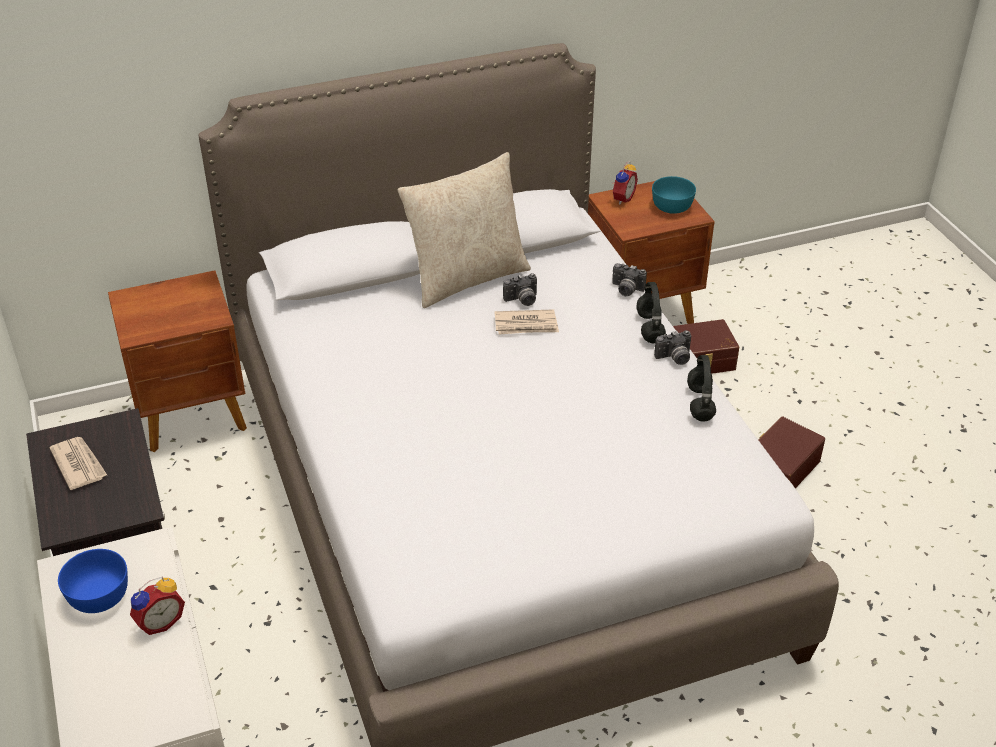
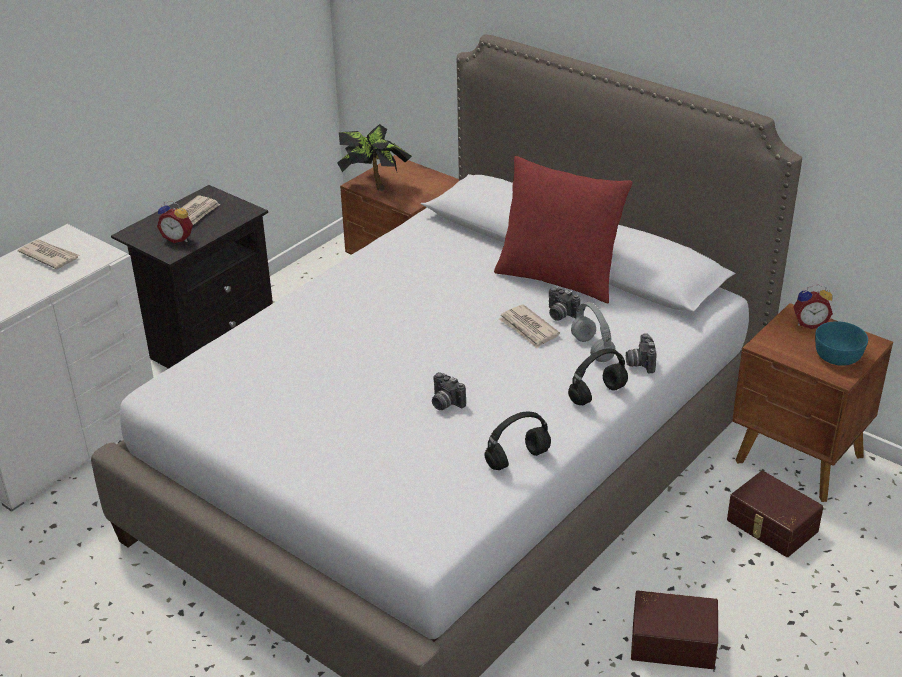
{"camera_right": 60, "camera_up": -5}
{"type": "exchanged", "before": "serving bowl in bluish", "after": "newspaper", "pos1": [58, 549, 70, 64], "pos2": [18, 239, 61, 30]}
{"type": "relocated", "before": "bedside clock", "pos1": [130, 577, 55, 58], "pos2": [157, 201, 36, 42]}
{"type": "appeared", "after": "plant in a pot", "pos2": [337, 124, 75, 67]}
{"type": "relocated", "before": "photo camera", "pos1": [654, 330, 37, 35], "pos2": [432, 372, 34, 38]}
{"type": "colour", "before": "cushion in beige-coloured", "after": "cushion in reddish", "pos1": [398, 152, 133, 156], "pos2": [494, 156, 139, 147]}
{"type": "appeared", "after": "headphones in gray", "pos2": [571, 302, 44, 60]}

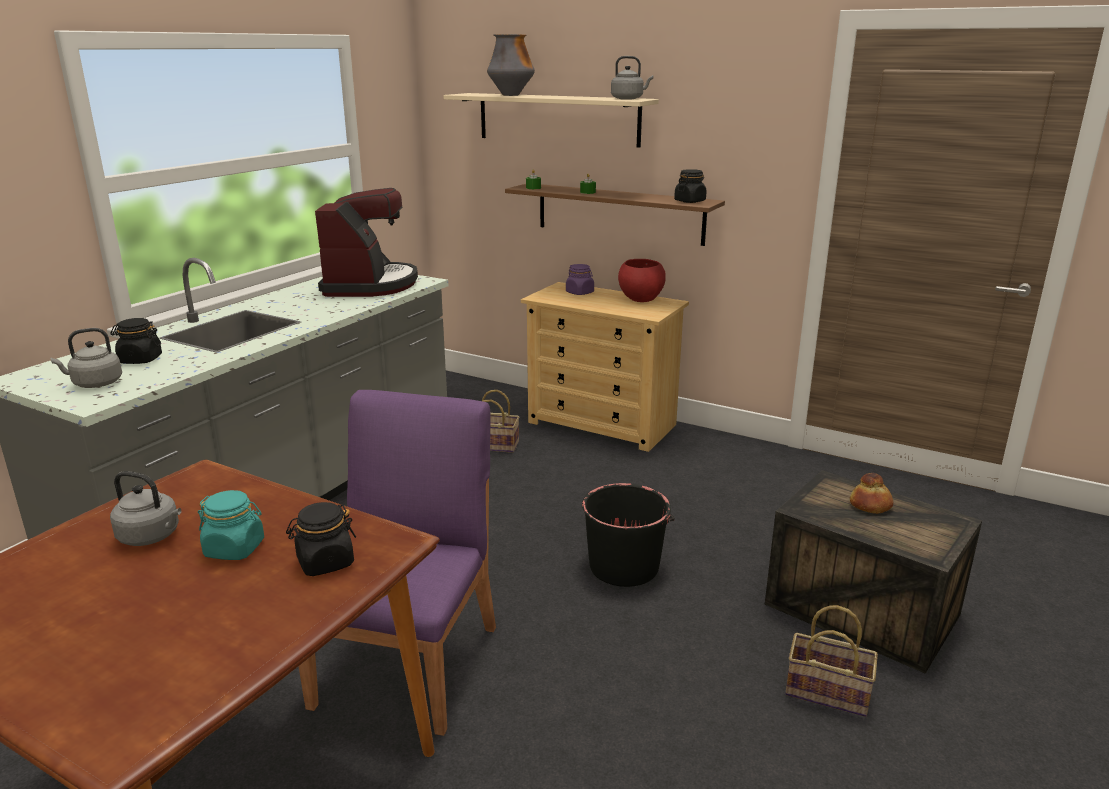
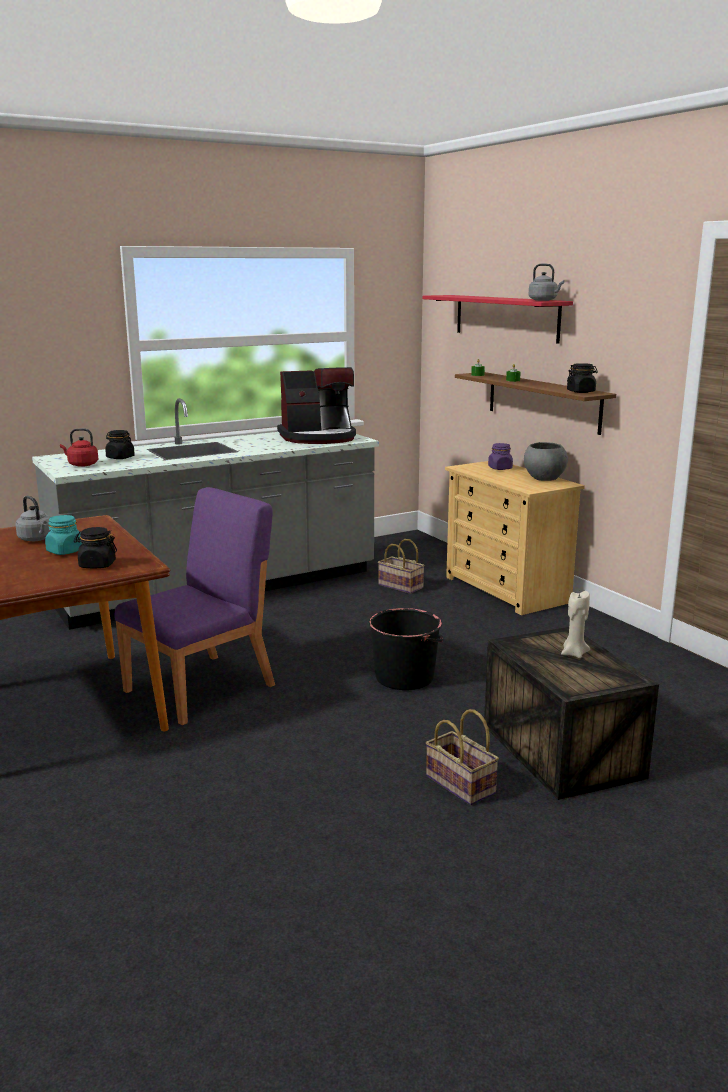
{"camera_right": 30, "camera_up": -5}
{"type": "colour", "before": "water kettle in gray", "after": "water kettle in reddish", "pos1": [50, 328, 72, 60], "pos2": [60, 428, 38, 39]}
{"type": "spun", "before": "coffee brewer", "pos1": [315, 188, 103, 109], "pos2": [277, 367, 79, 77], "turn": 45}
{"type": "colour", "before": "shelf in beige-coloured", "after": "shelf in reddish", "pos1": [443, 93, 216, 55], "pos2": [423, 295, 150, 49]}
{"type": "colour", "before": "serving bowl in reddish", "after": "serving bowl in gray", "pos1": [618, 259, 48, 43], "pos2": [524, 442, 44, 39]}
{"type": "exchanged", "before": "baked bread", "after": "wax light in beige-coloured", "pos1": [850, 473, 43, 41], "pos2": [561, 591, 29, 67]}
{"type": "missing", "before": "flower vase", "pos1": [487, 34, 48, 62]}

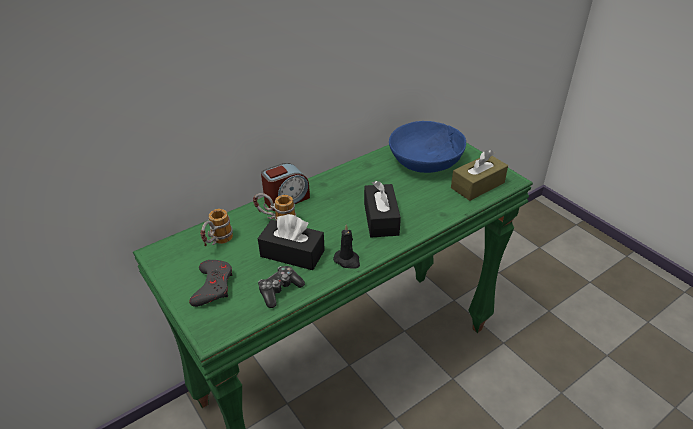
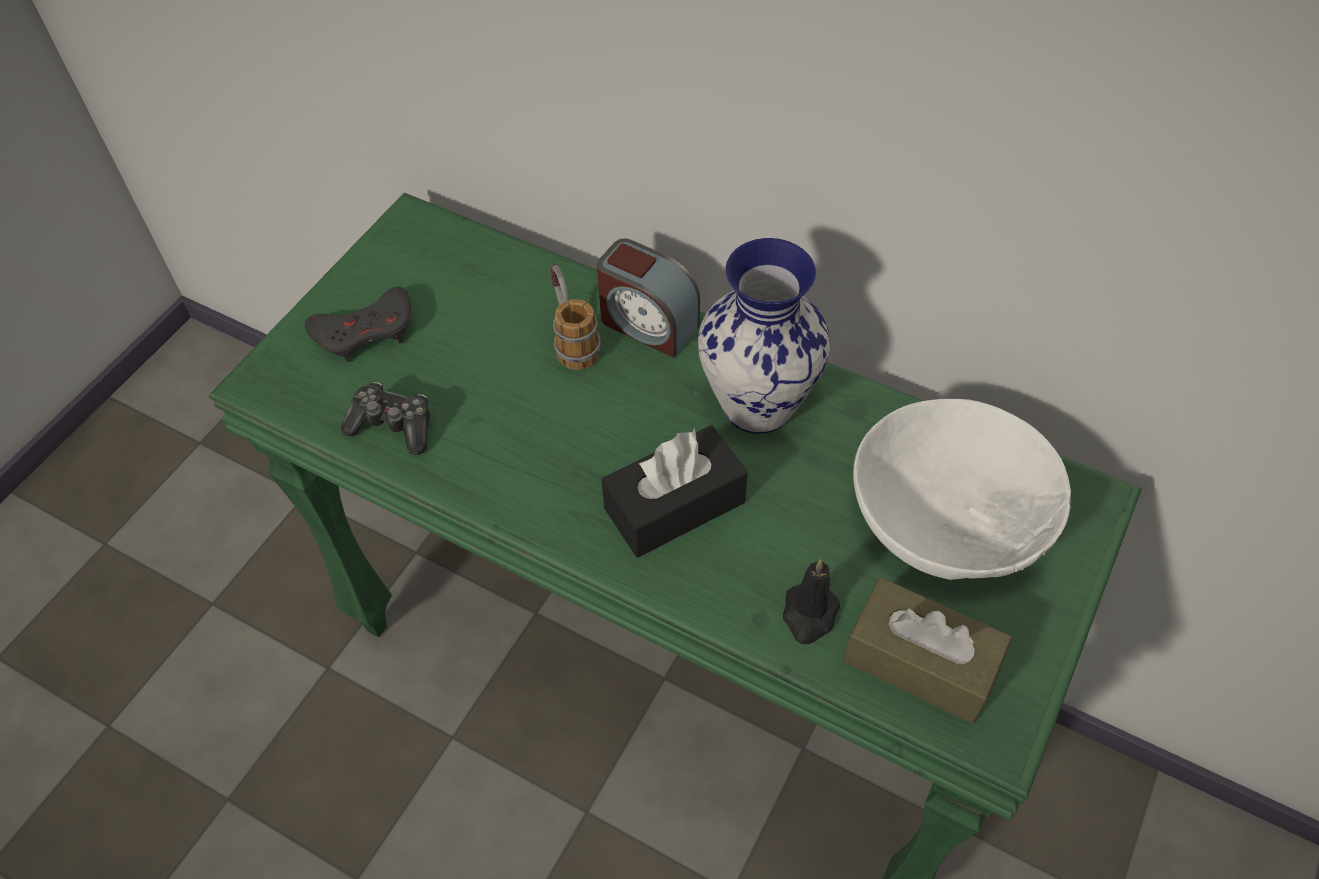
{"camera_right": 65, "camera_up": 15}
{"type": "appeared", "after": "flower vase", "pos2": [698, 238, 132, 196]}
{"type": "relocated", "before": "wax light in black-coloured", "pos1": [333, 224, 27, 45], "pos2": [783, 558, 57, 86]}
{"type": "colour", "before": "serving bowl in bluish", "after": "serving bowl in whitish", "pos1": [389, 121, 77, 52], "pos2": [853, 399, 218, 181]}
{"type": "missing", "before": "tea mug", "pos1": [200, 209, 33, 37]}
{"type": "missing", "before": "tissue holder in black-coloured", "pos1": [258, 214, 67, 56]}

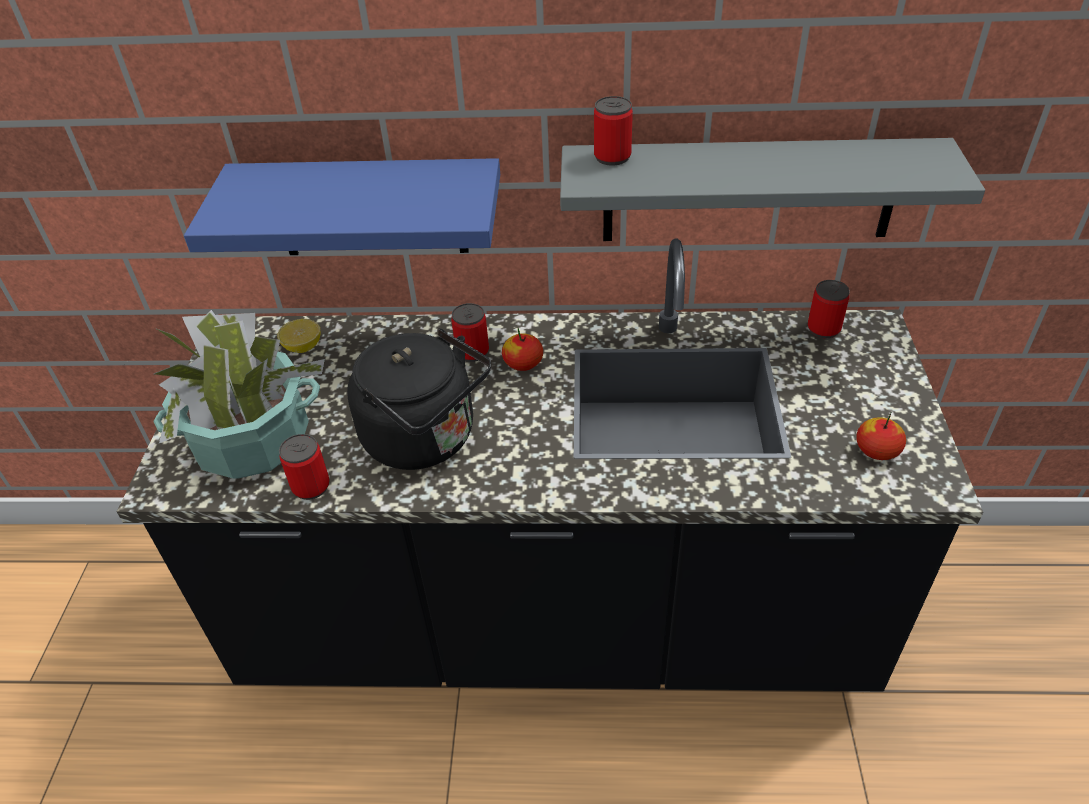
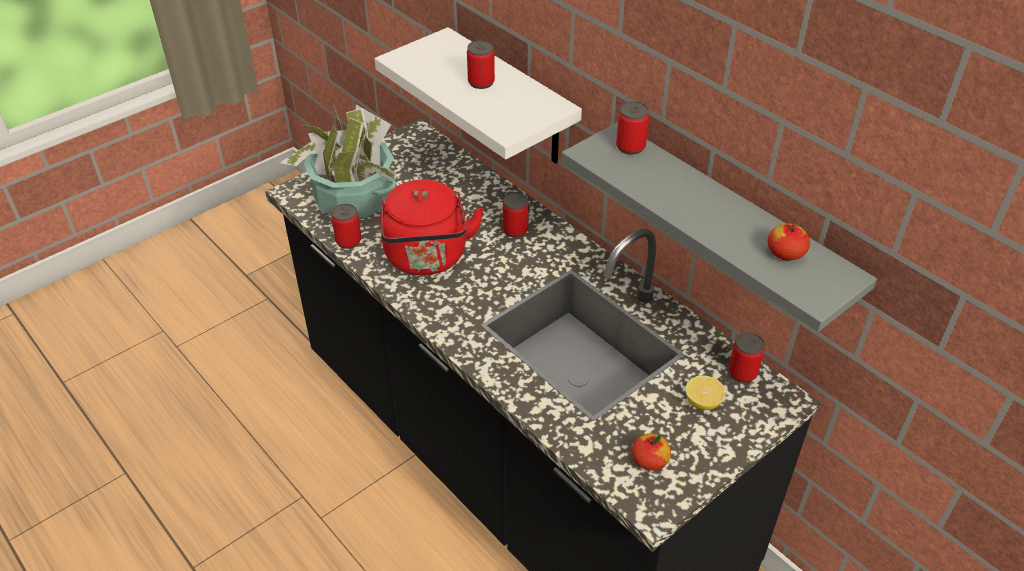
{"camera_right": 45, "camera_up": 0}
{"type": "colour", "before": "shelf in bluish", "after": "shelf in whitish", "pos1": [184, 158, 316, 97], "pos2": [375, 27, 207, 137]}
{"type": "colour", "before": "water kettle in black-coloured", "after": "water kettle in reddish", "pos1": [347, 328, 144, 142], "pos2": [380, 179, 104, 96]}
{"type": "appeared", "after": "can", "pos2": [467, 40, 28, 49]}
{"type": "relocated", "before": "whole lemon", "pos1": [277, 319, 44, 34], "pos2": [686, 376, 40, 34]}
{"type": "relocated", "before": "apple fruit", "pos1": [502, 328, 41, 43], "pos2": [767, 218, 43, 42]}

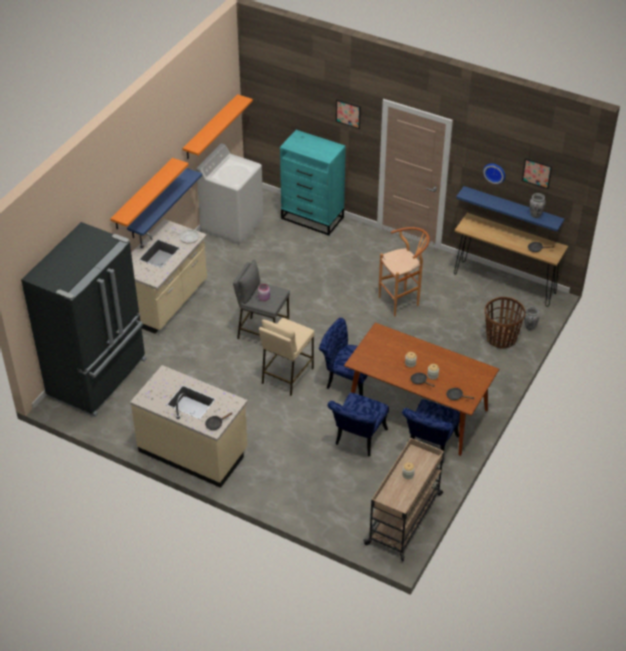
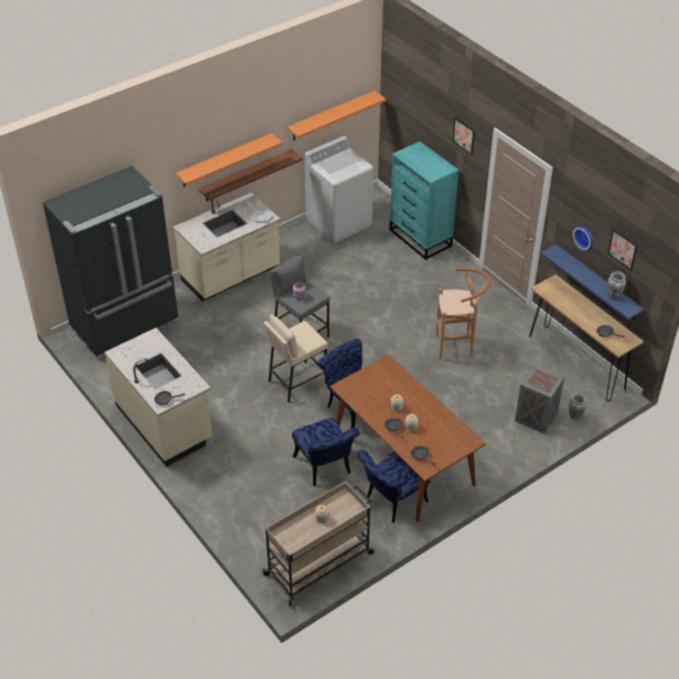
{"camera_right": 25, "camera_up": 0}
{"type": "colour", "before": "shelf in bluish", "after": "shelf in brownish", "pos1": [127, 168, 75, 70], "pos2": [199, 149, 103, 52]}
{"type": "spun", "before": "plain chair in bluish", "pos1": [328, 393, 61, 63], "pos2": [292, 418, 67, 68], "turn": -75}
{"type": "exchanged", "before": "storage basket", "after": "crate", "pos1": [485, 297, 41, 52], "pos2": [515, 364, 50, 70]}

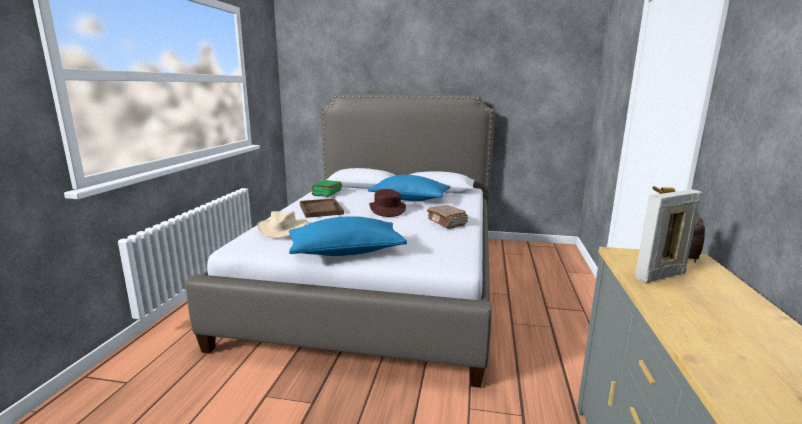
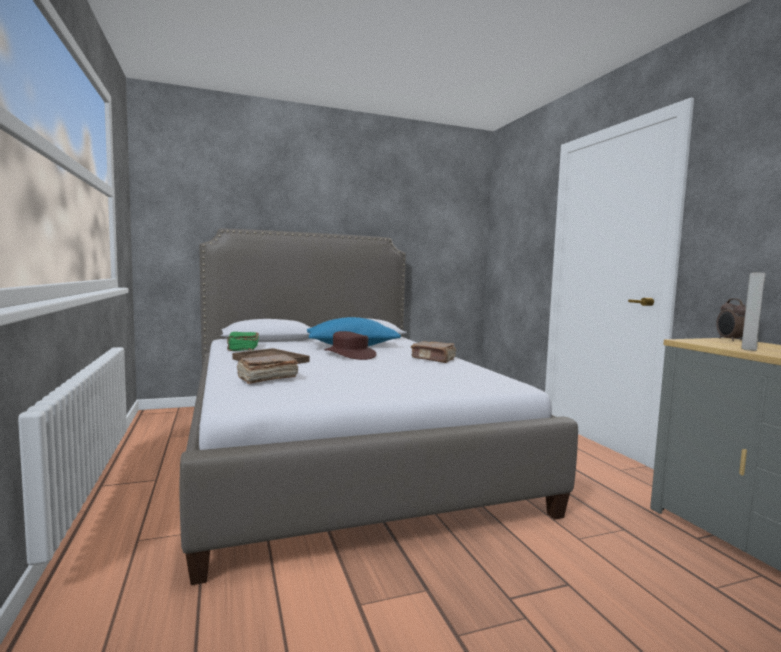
{"camera_right": -30, "camera_up": -10}
{"type": "exchanged", "before": "clothing hat in beige-coloured", "after": "volume in brownish", "pos1": [257, 211, 51, 27], "pos2": [236, 354, 62, 30]}
{"type": "missing", "before": "cushion in bluish", "pos1": [289, 216, 118, 40]}

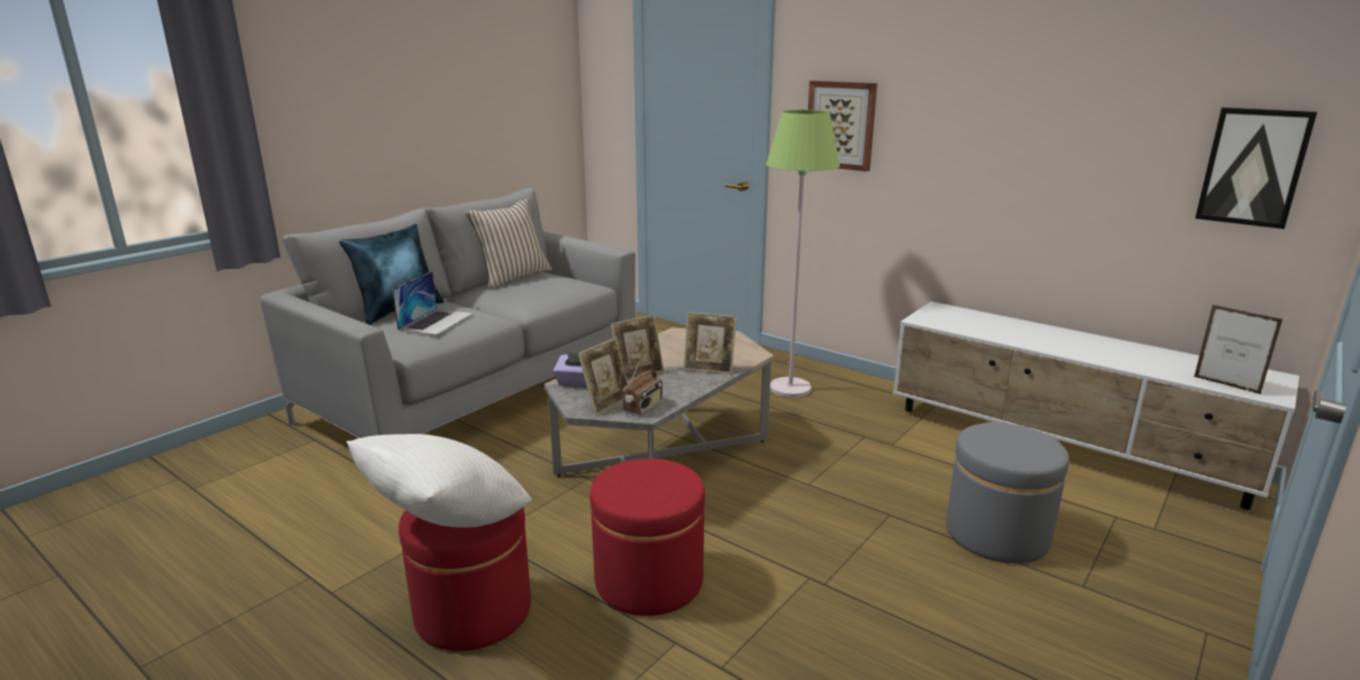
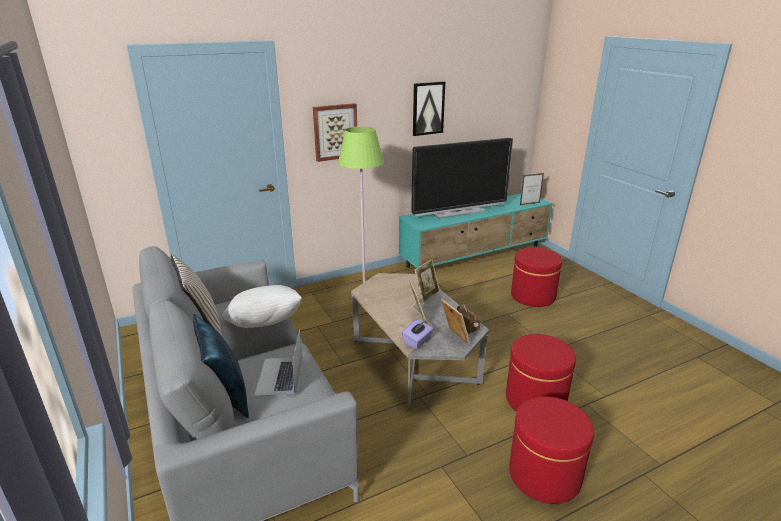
{"camera_right": -65, "camera_up": 5}
{"type": "relocated", "before": "cushion in whitish", "pos1": [347, 434, 185, 94], "pos2": [222, 285, 80, 43]}
{"type": "spun", "before": "portable computer", "pos1": [392, 272, 81, 63], "pos2": [254, 329, 48, 67], "turn": -135}
{"type": "colour", "before": "media console in whitish", "after": "media console in turquoise", "pos1": [893, 301, 406, 209], "pos2": [399, 193, 154, 75]}
{"type": "appeared", "after": "TV set", "pos2": [411, 138, 102, 80]}
{"type": "relocated", "before": "picture", "pos1": [1195, 107, 122, 122], "pos2": [413, 81, 32, 55]}
{"type": "colour", "before": "pouffe in gray", "after": "pouffe in reddish", "pos1": [946, 423, 123, 140], "pos2": [511, 247, 51, 60]}

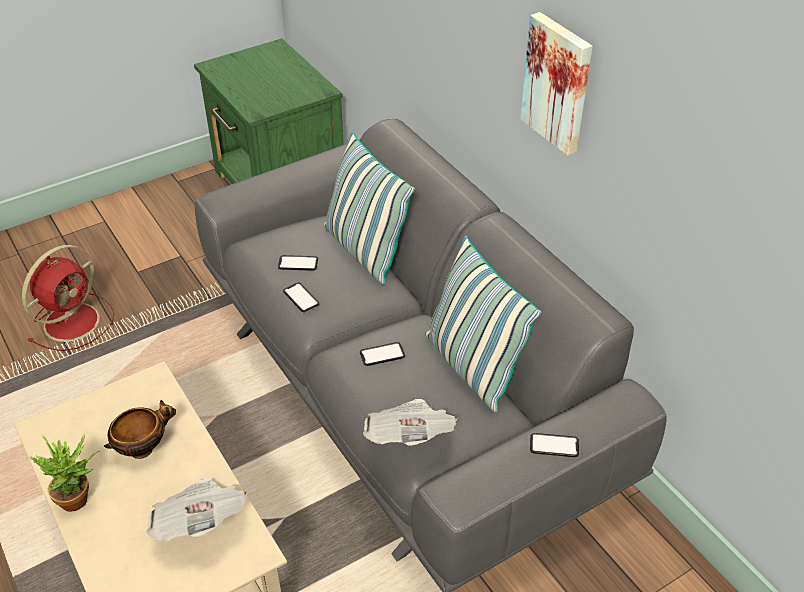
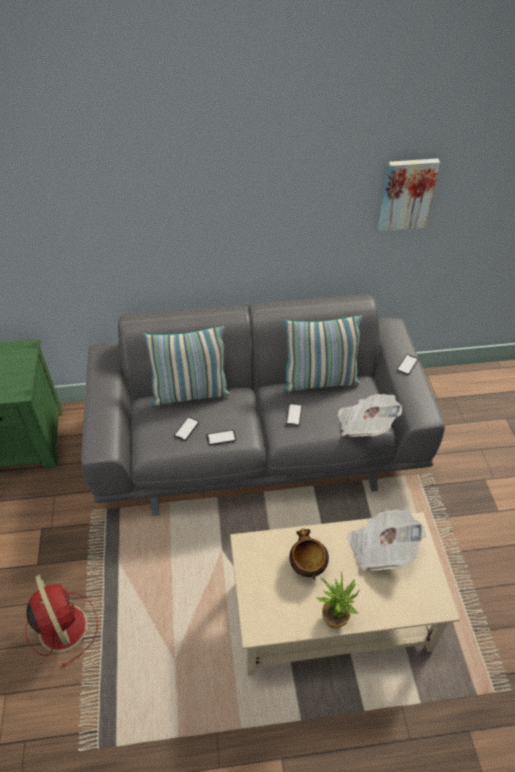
{"camera_right": -65, "camera_up": 5}
{"type": "relocated", "before": "picture", "pos1": [520, 12, 73, 144], "pos2": [378, 158, 62, 73]}

